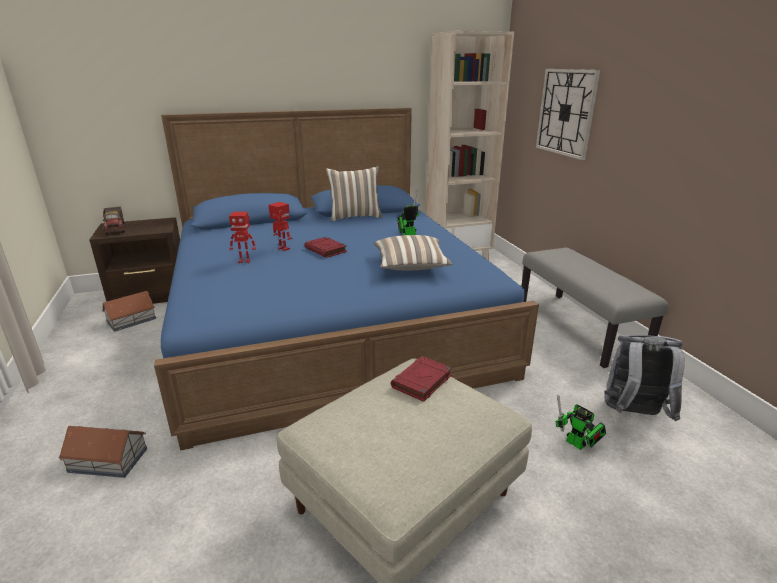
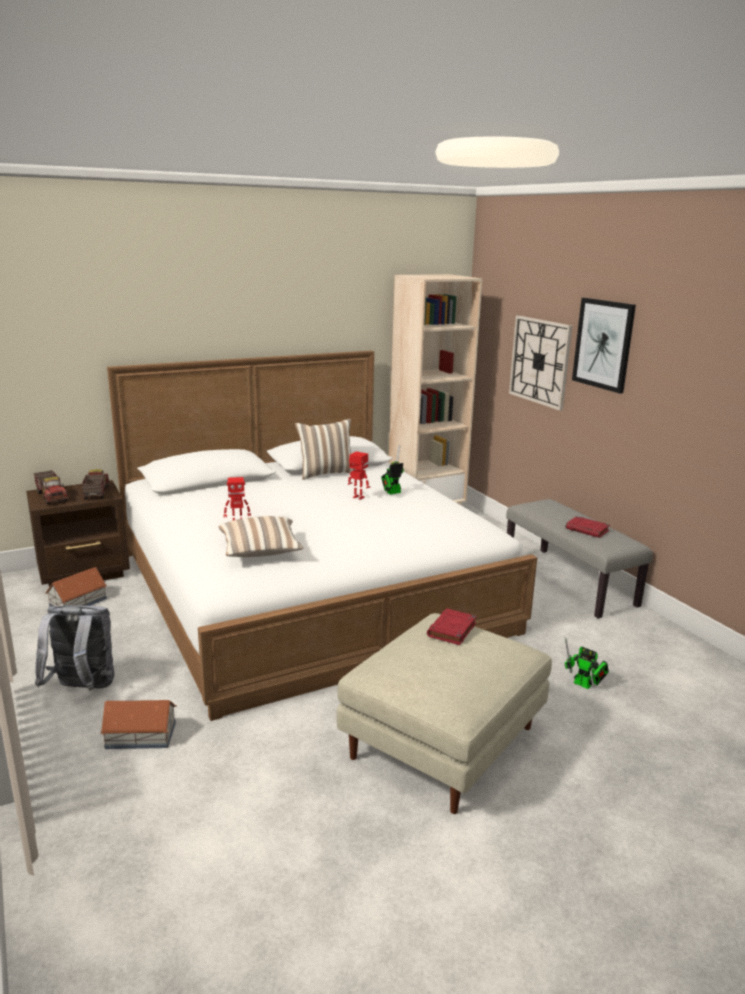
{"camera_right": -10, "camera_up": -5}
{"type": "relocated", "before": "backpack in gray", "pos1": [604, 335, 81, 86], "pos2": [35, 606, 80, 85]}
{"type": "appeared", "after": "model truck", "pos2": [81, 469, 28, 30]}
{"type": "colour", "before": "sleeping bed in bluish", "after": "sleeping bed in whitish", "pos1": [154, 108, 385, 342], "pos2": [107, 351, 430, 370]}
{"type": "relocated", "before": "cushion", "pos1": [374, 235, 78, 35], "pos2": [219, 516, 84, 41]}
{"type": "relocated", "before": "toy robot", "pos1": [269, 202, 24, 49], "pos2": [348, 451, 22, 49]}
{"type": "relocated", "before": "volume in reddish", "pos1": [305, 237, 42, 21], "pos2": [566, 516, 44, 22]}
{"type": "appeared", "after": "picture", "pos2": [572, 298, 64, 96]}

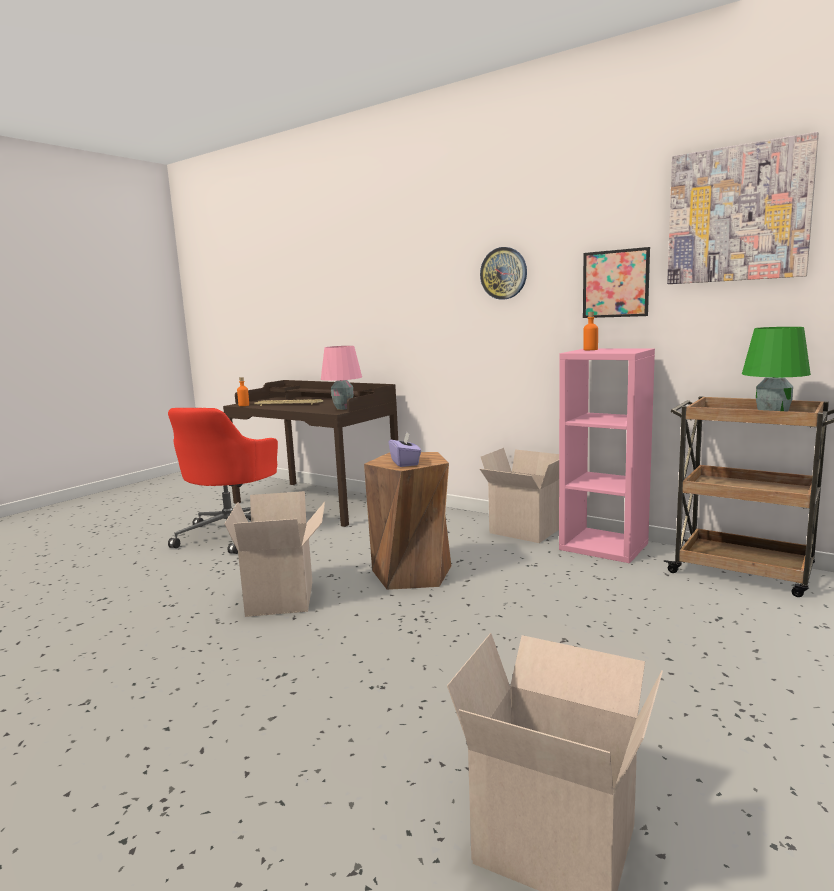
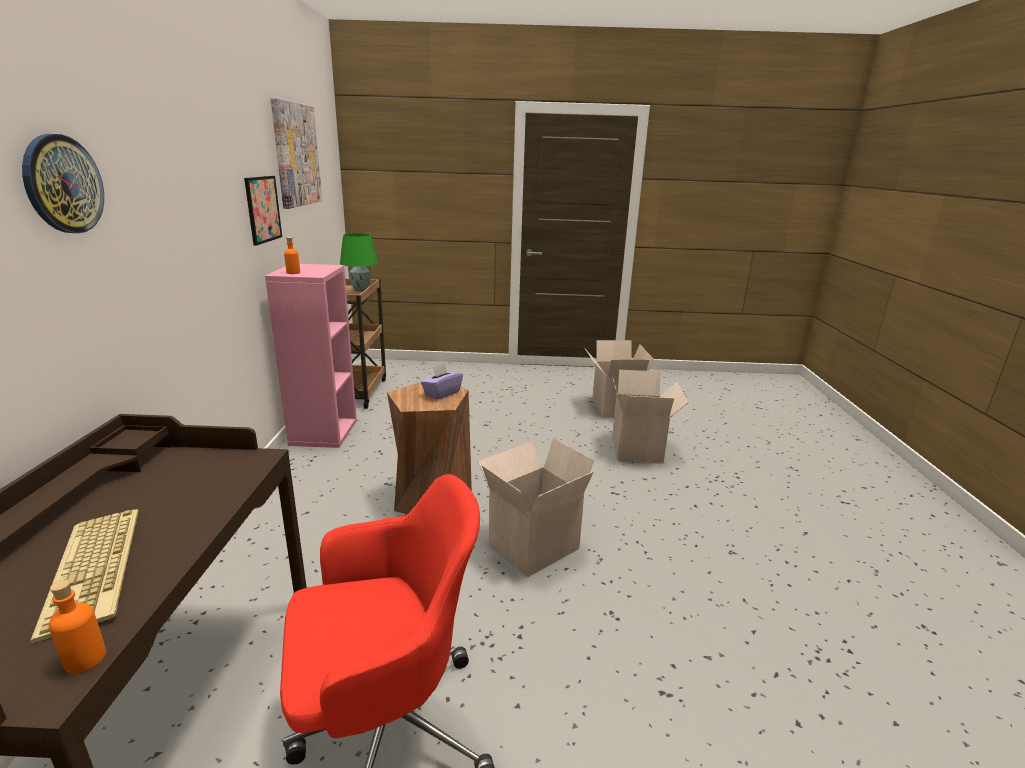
{"camera_right": -125, "camera_up": 10}
{"type": "relocated", "before": "hanging clock", "pos1": [480, 247, 47, 53], "pos2": [22, 134, 82, 99]}
{"type": "relocated", "before": "packing box", "pos1": [480, 448, 79, 95], "pos2": [612, 370, 77, 93]}
{"type": "missing", "before": "tabletop lamp in pink-coloured", "pos1": [321, 346, 41, 64]}

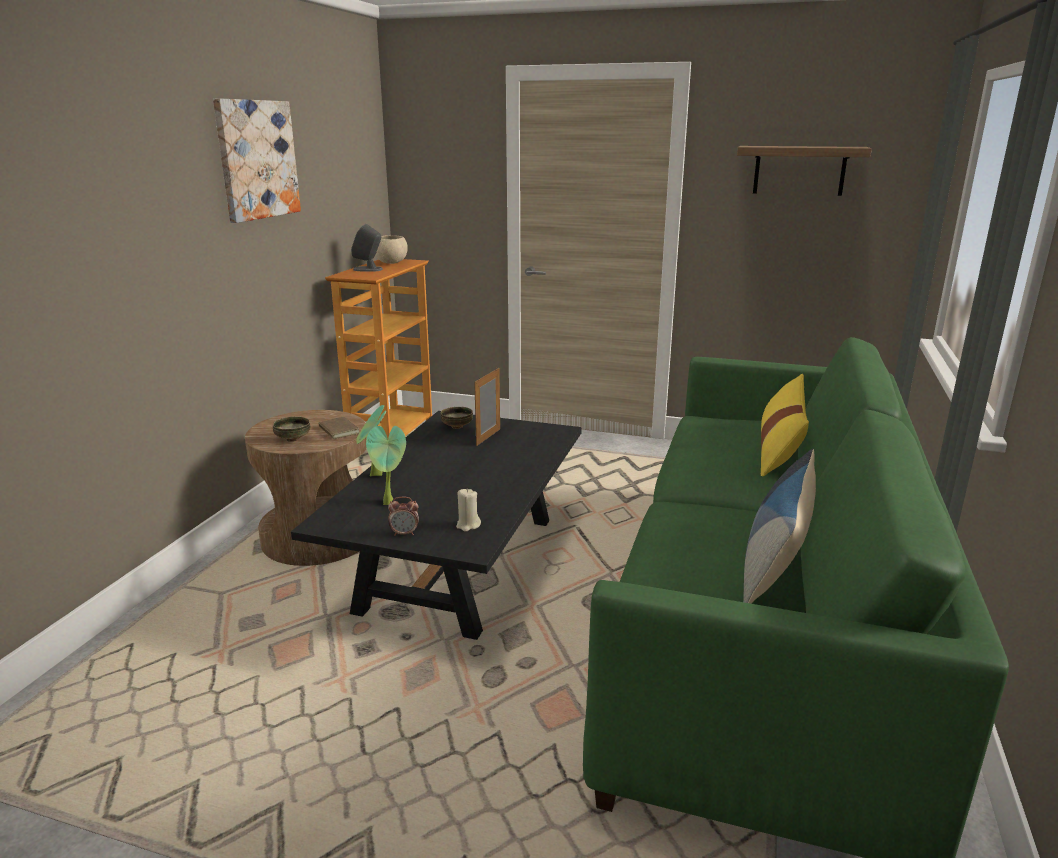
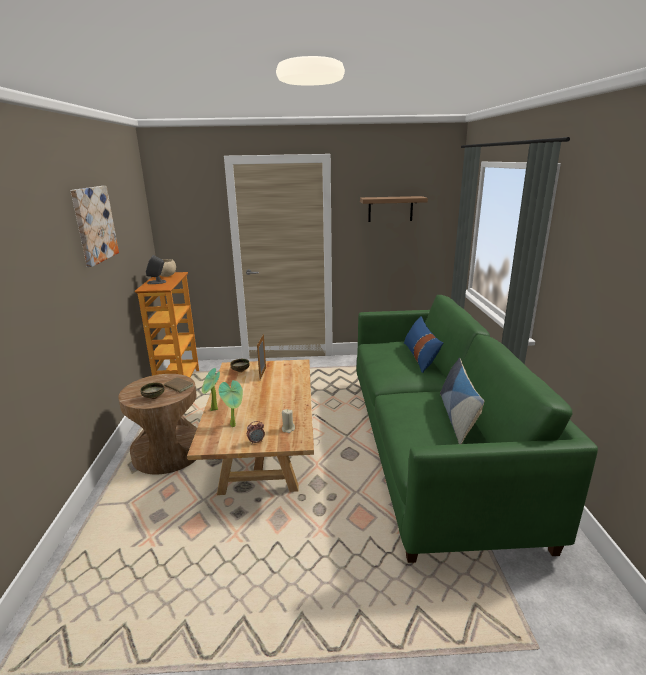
{"camera_right": -20, "camera_up": 0}
{"type": "colour", "before": "coffee table in black-coloured", "after": "coffee table in beige-coloured", "pos1": [291, 411, 291, 229], "pos2": [187, 359, 127, 136]}
{"type": "colour", "before": "cushion in yellow", "after": "cushion in bluish", "pos1": [761, 374, 48, 102], "pos2": [404, 316, 39, 57]}

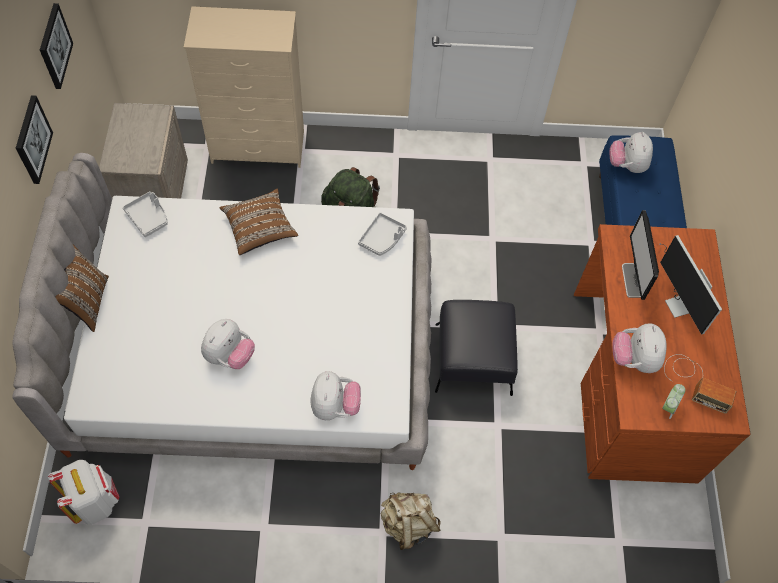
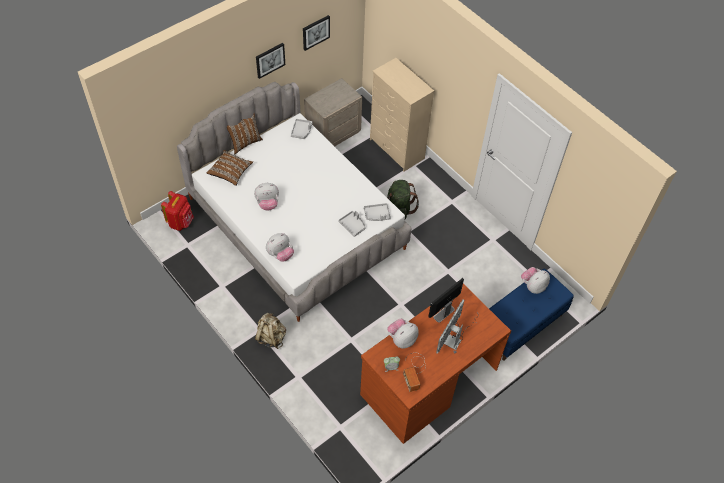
{"camera_right": 50, "camera_up": -5}
{"type": "colour", "before": "backpack in whitish", "after": "backpack in reddish", "pos1": [48, 460, 71, 65], "pos2": [161, 191, 33, 40]}
{"type": "relocated", "before": "cushion in brownish", "pos1": [220, 189, 78, 66], "pos2": [206, 150, 47, 36]}
{"type": "appeared", "after": "carrying tray in gray", "pos2": [338, 211, 28, 26]}
{"type": "missing", "before": "pouffe in black-coloured", "pos1": [435, 300, 83, 96]}

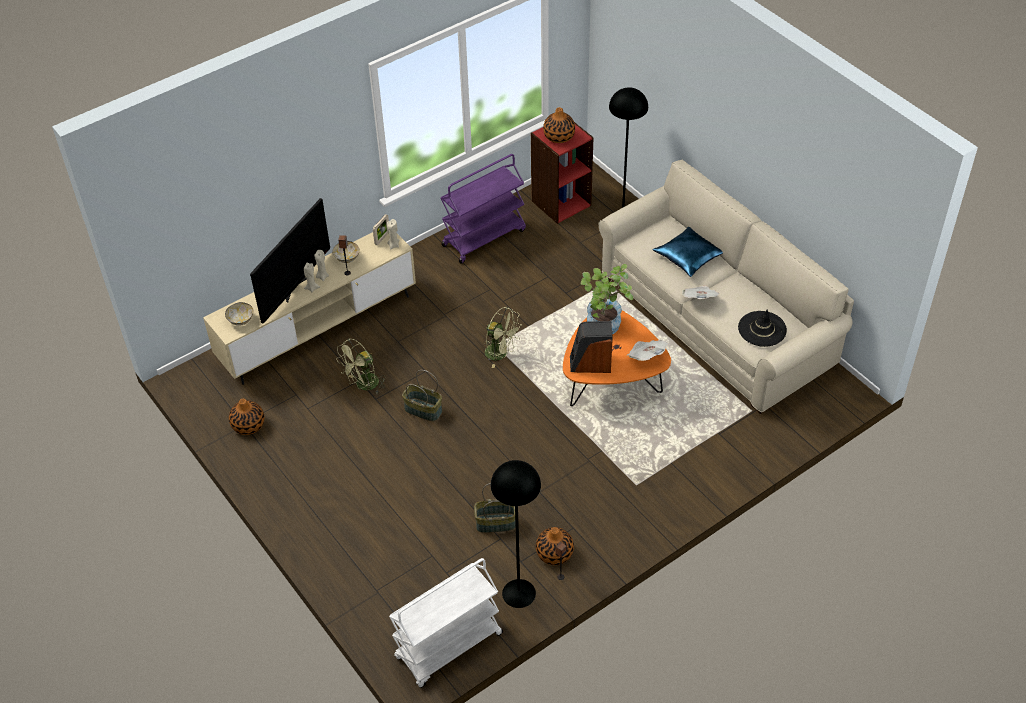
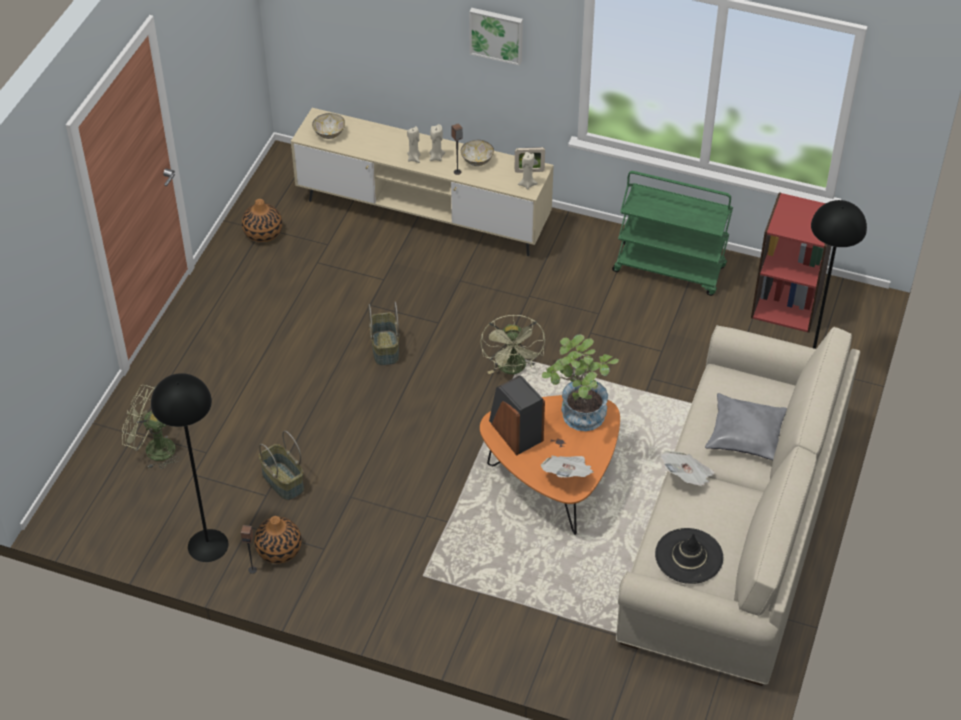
{"camera_right": 55, "camera_up": 0}
{"type": "relocated", "before": "electric fan in green-coloured", "pos1": [336, 338, 50, 57], "pos2": [122, 385, 59, 84]}
{"type": "appeared", "after": "picture", "pos2": [469, 8, 54, 58]}
{"type": "colour", "before": "cart in purplish", "after": "cart in green-coloured", "pos1": [441, 154, 85, 110], "pos2": [612, 171, 121, 125]}
{"type": "colour", "before": "cushion in bluish", "after": "cushion in gray", "pos1": [653, 227, 70, 50], "pos2": [705, 393, 82, 67]}
{"type": "missing", "before": "TV set", "pos1": [250, 198, 80, 126]}
{"type": "missing", "before": "cart in whitish", "pos1": [389, 558, 114, 130]}
{"type": "missing", "before": "flower vase", "pos1": [543, 107, 32, 36]}

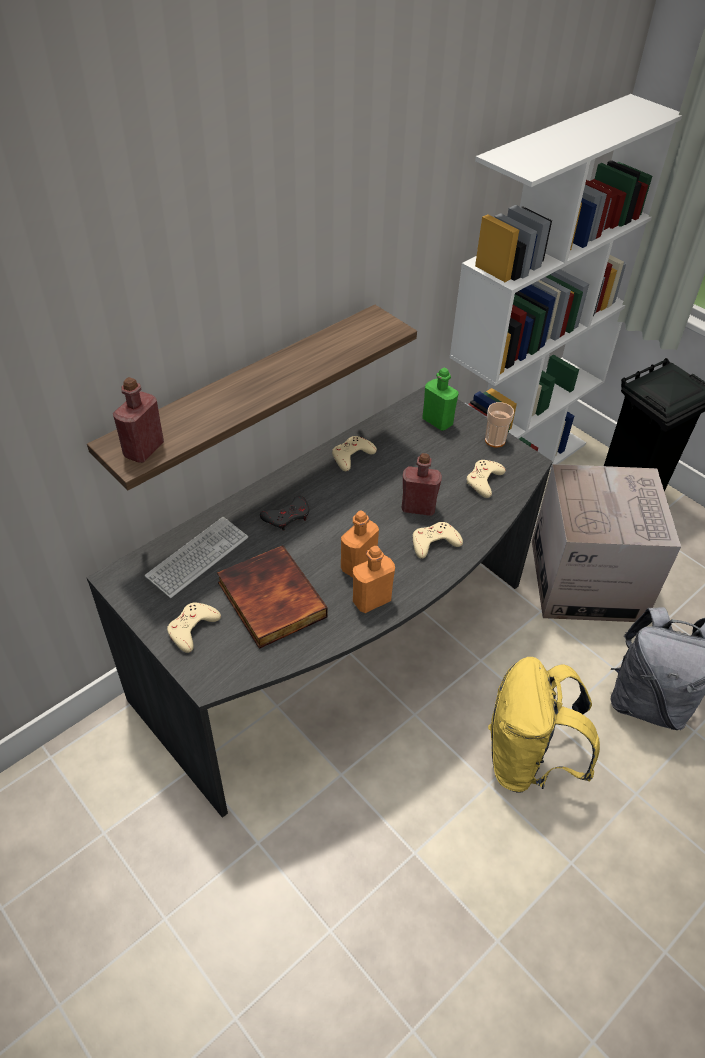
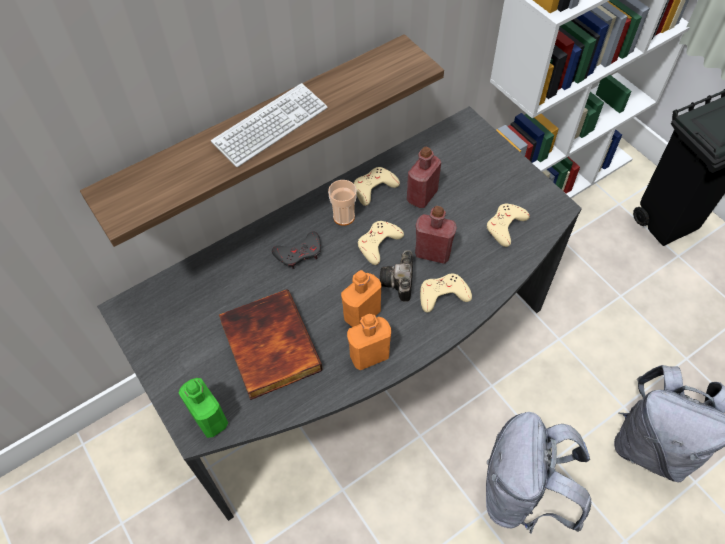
{"camera_right": 10, "camera_up": 10}
{"type": "relocated", "before": "drink bottle in green-coloured", "pos1": [422, 368, 37, 63], "pos2": [179, 378, 49, 60]}
{"type": "relocated", "before": "keyboard", "pos1": [145, 517, 103, 81], "pos2": [211, 83, 117, 84]}
{"type": "relocated", "before": "cup", "pos1": [485, 402, 29, 45], "pos2": [328, 180, 29, 46]}
{"type": "relocated", "before": "game controller in beige-coloured", "pos1": [167, 602, 54, 51], "pos2": [358, 221, 46, 44]}
{"type": "appeared", "after": "photo camera", "pos2": [380, 250, 33, 52]}
{"type": "relocated", "before": "drink bottle in reddish", "pos1": [113, 377, 51, 86], "pos2": [407, 147, 34, 61]}
{"type": "colour", "before": "backpack in yellow", "after": "backpack in gray", "pos1": [488, 657, 112, 136], "pos2": [486, 412, 105, 122]}
{"type": "missing", "before": "packing box", "pos1": [532, 464, 149, 158]}

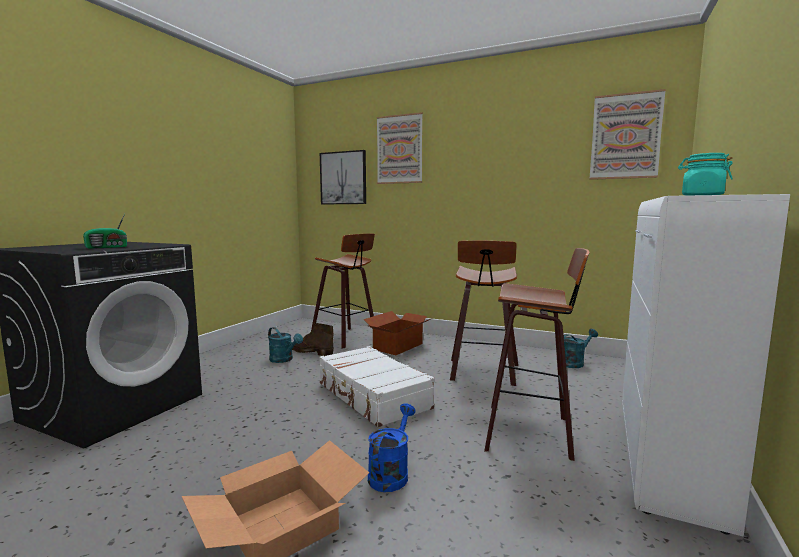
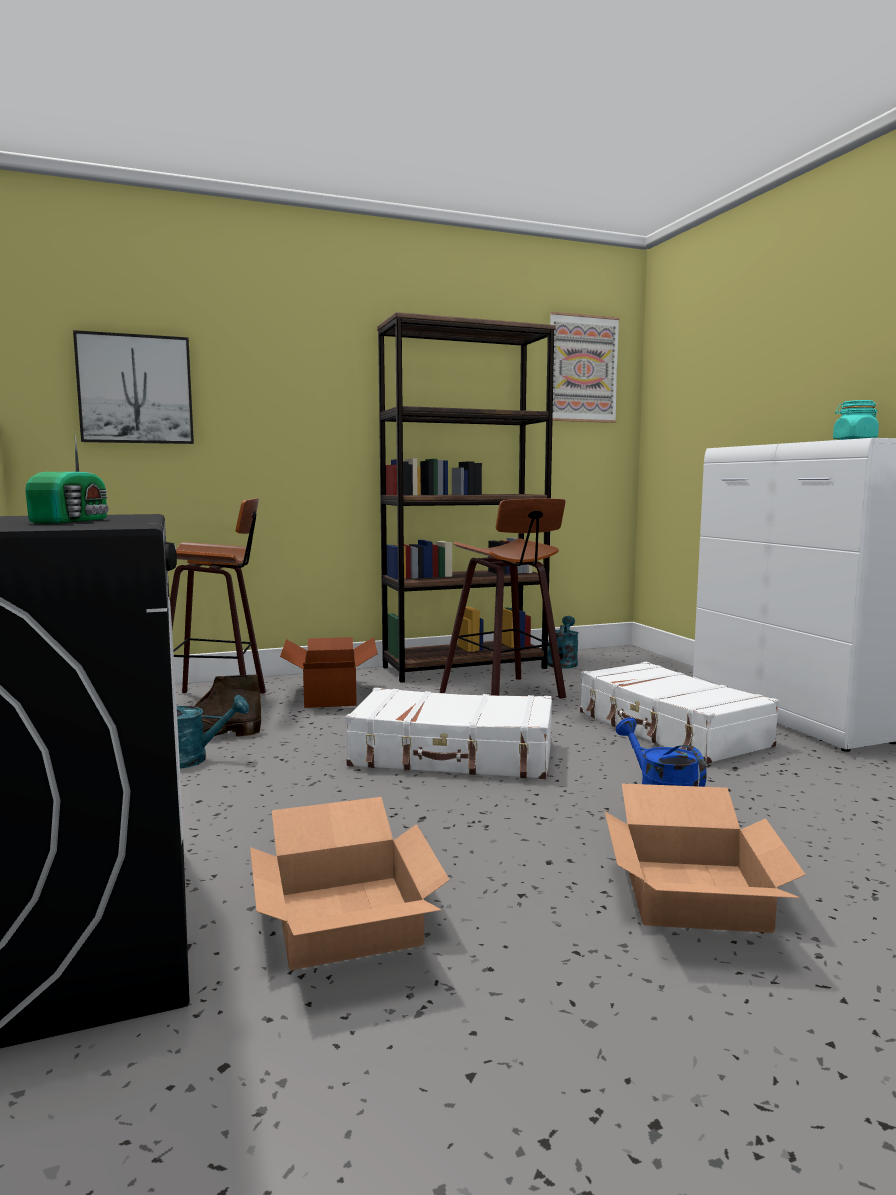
{"camera_right": -45, "camera_up": 0}
{"type": "appeared", "after": "packing box", "pos2": [250, 797, 200, 173]}
{"type": "appeared", "after": "bookshelf in brownish", "pos2": [377, 312, 178, 371]}
{"type": "exchanged", "before": "stool", "after": "piece of luggage in whitish", "pos1": [484, 248, 106, 213], "pos2": [580, 662, 200, 102]}
{"type": "missing", "before": "picture", "pos1": [376, 112, 47, 72]}

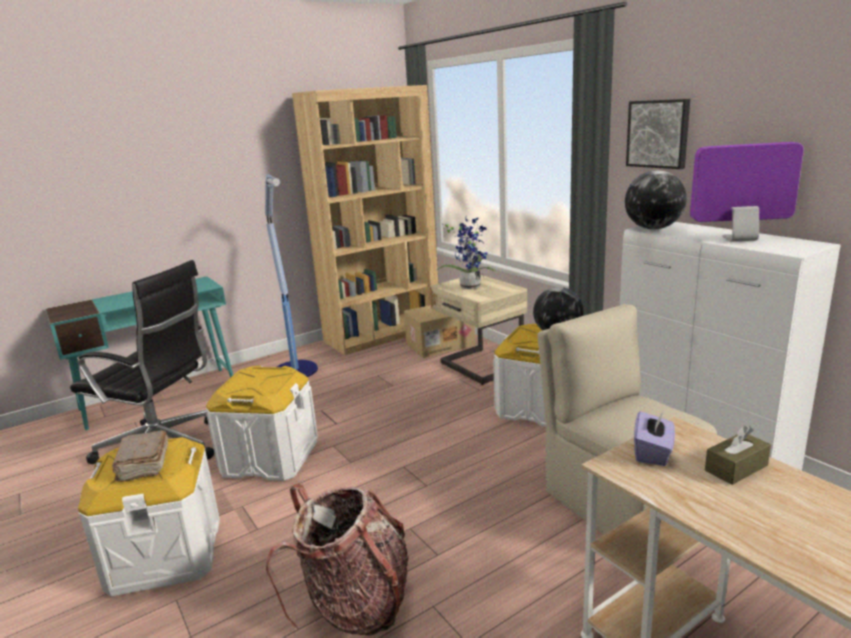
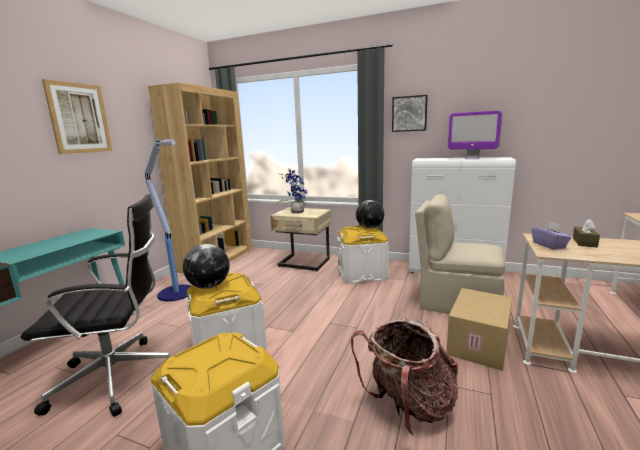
{"camera_right": -35, "camera_up": -5}
{"type": "appeared", "after": "picture", "pos2": [42, 79, 70, 75]}
{"type": "relocated", "before": "world globe", "pos1": [625, 170, 62, 60], "pos2": [183, 244, 46, 45]}
{"type": "relocated", "before": "packing box", "pos1": [404, 305, 71, 53], "pos2": [446, 288, 66, 83]}
{"type": "spun", "before": "computer screen", "pos1": [690, 142, 114, 99], "pos2": [448, 111, 54, 48], "turn": -120}
{"type": "missing", "before": "volume in brownish", "pos1": [112, 430, 56, 52]}

